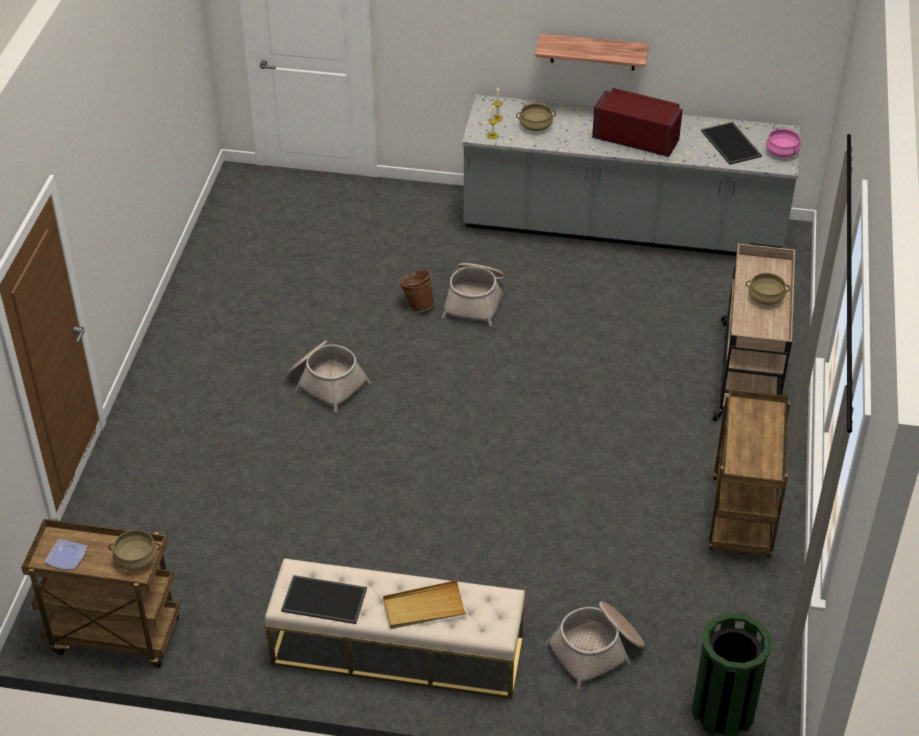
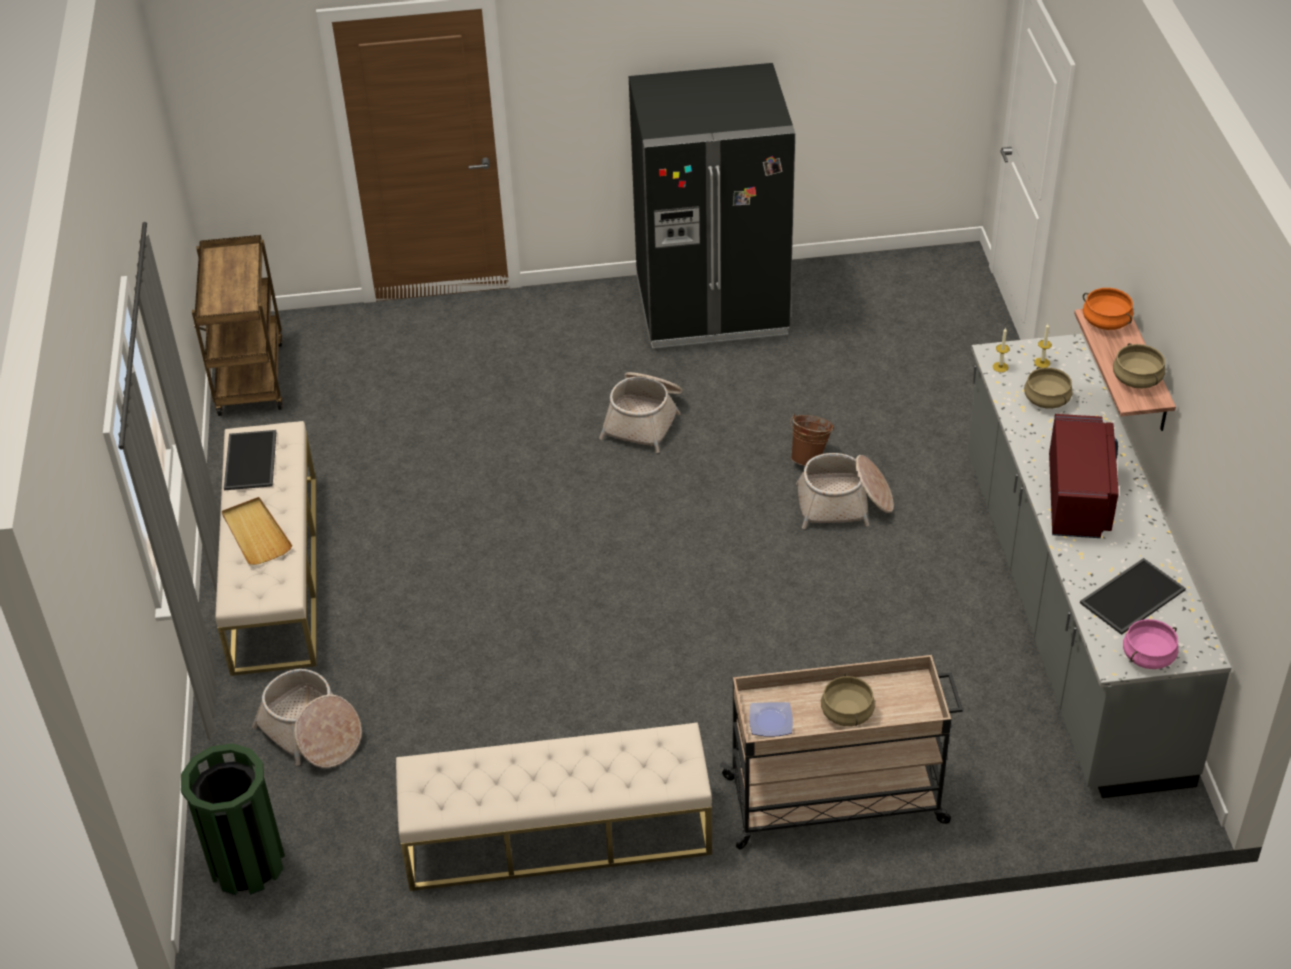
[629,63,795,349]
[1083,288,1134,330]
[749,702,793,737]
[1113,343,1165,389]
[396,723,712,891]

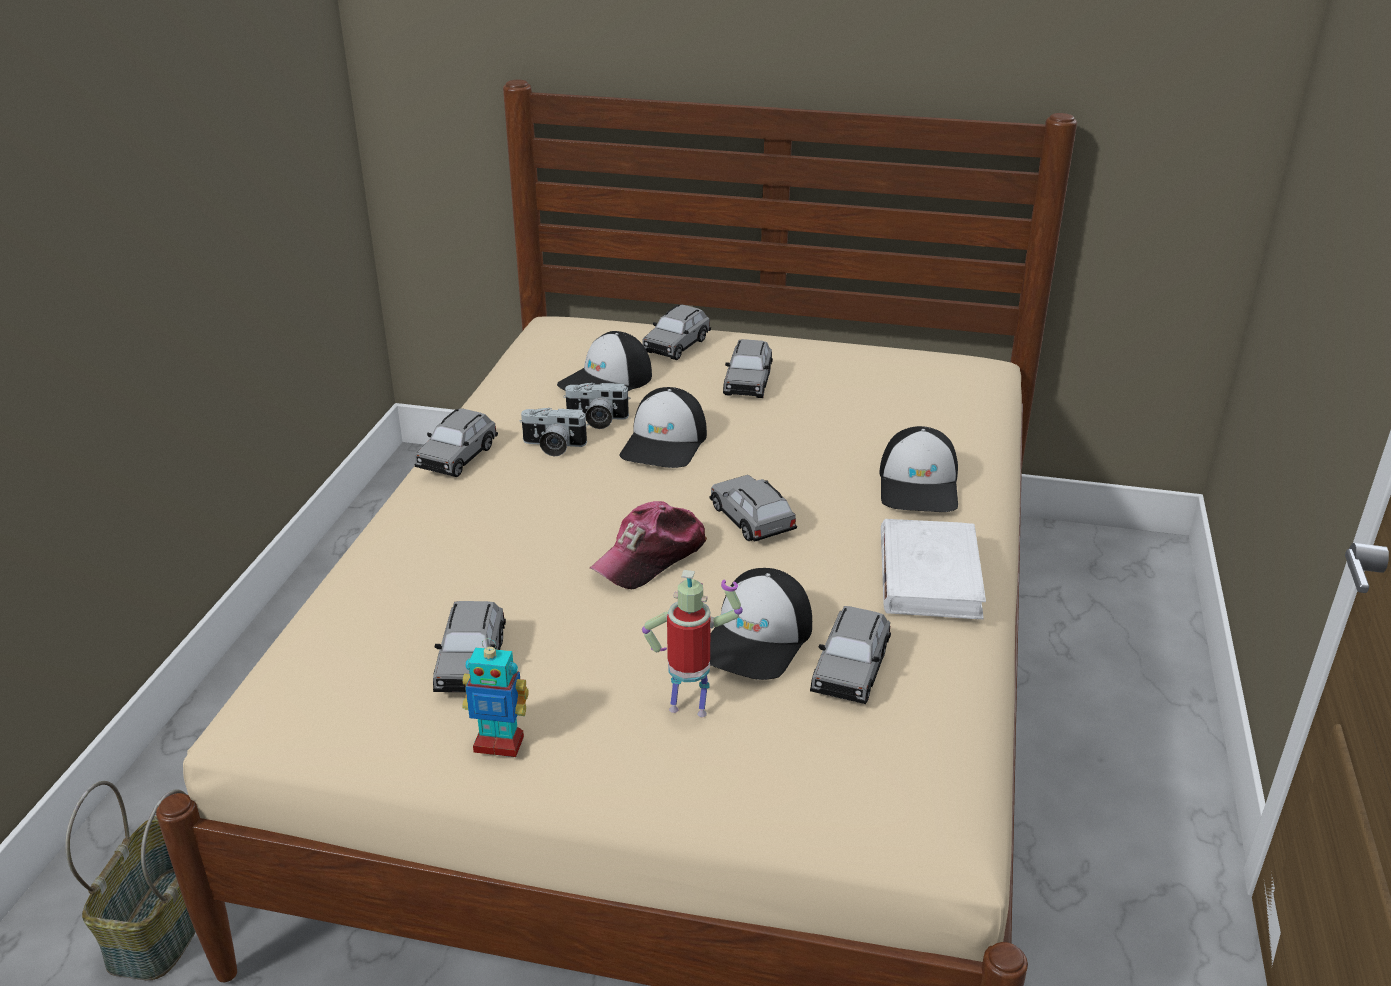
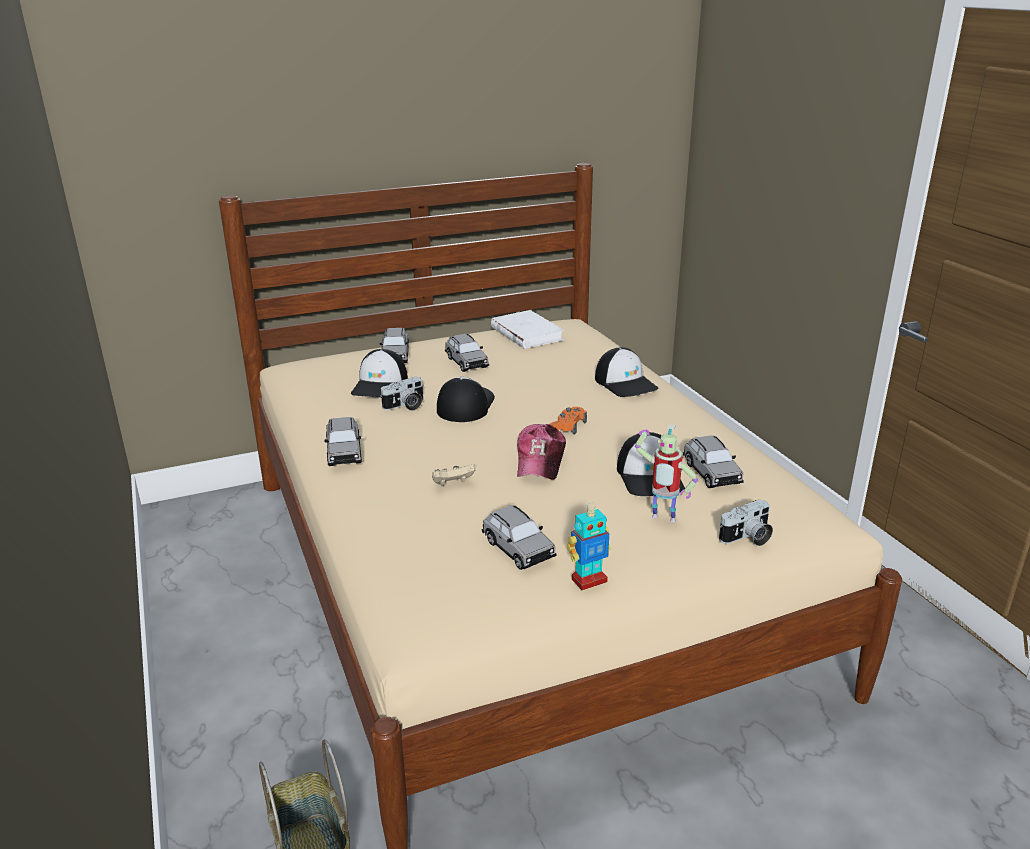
[432,464,476,486]
[719,499,773,546]
[491,310,564,349]
[550,407,587,435]
[437,377,495,422]
[635,424,698,522]

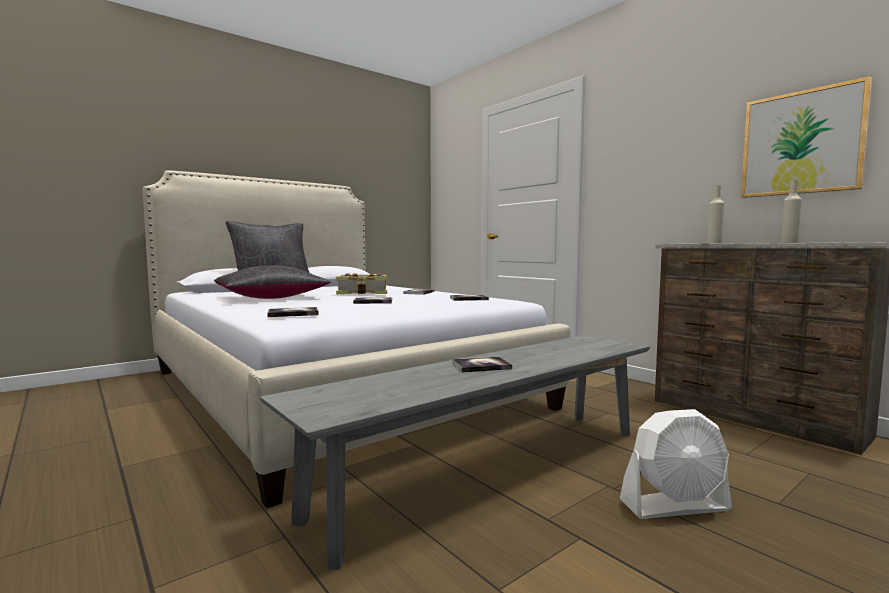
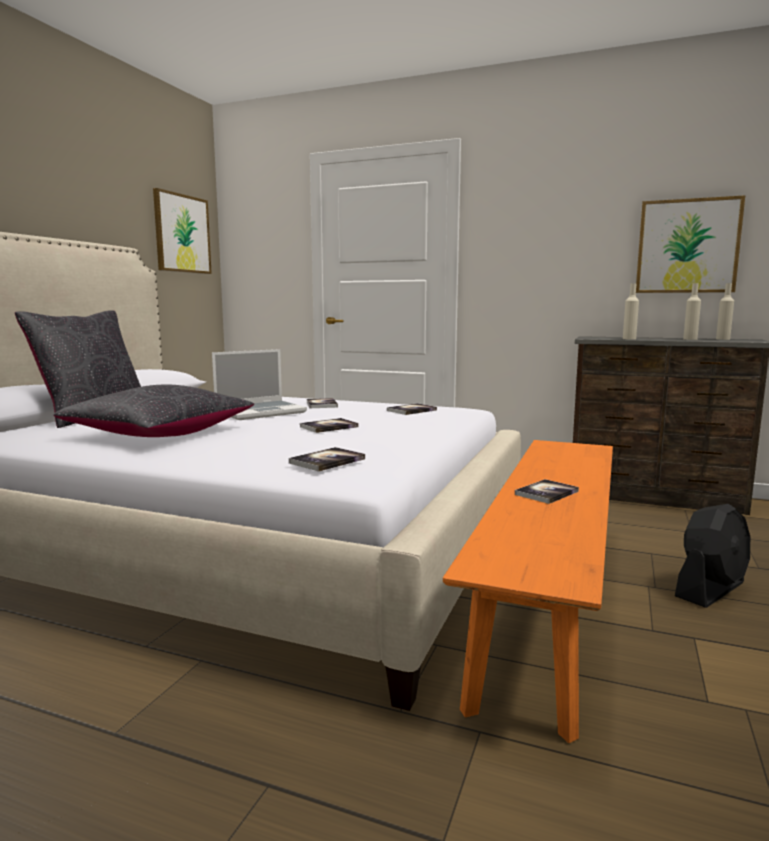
[153,188,212,274]
[716,283,734,340]
[212,349,307,420]
[443,440,613,743]
[675,504,750,608]

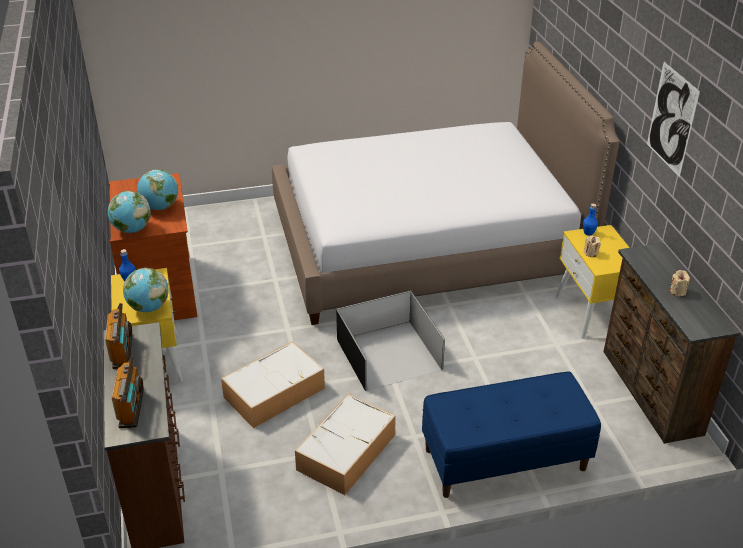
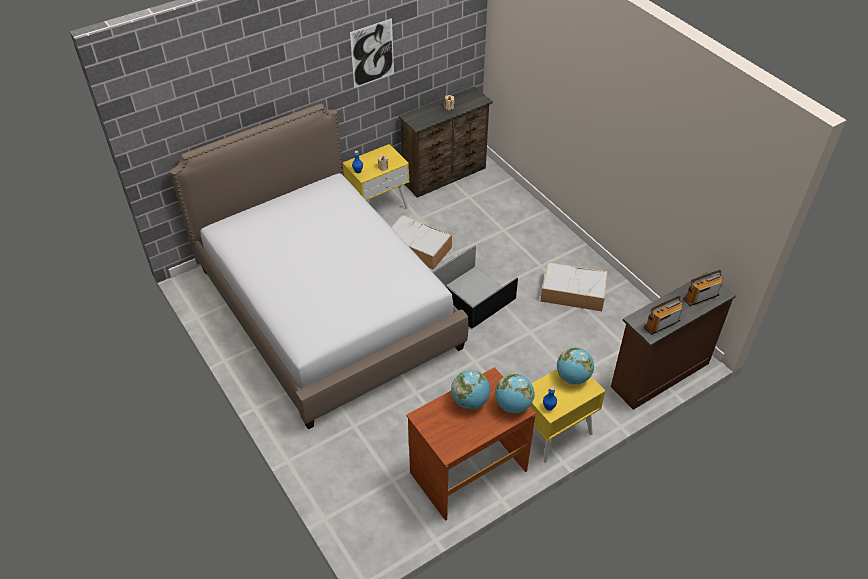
[422,372,601,498] (first image)
[391,215,452,270]

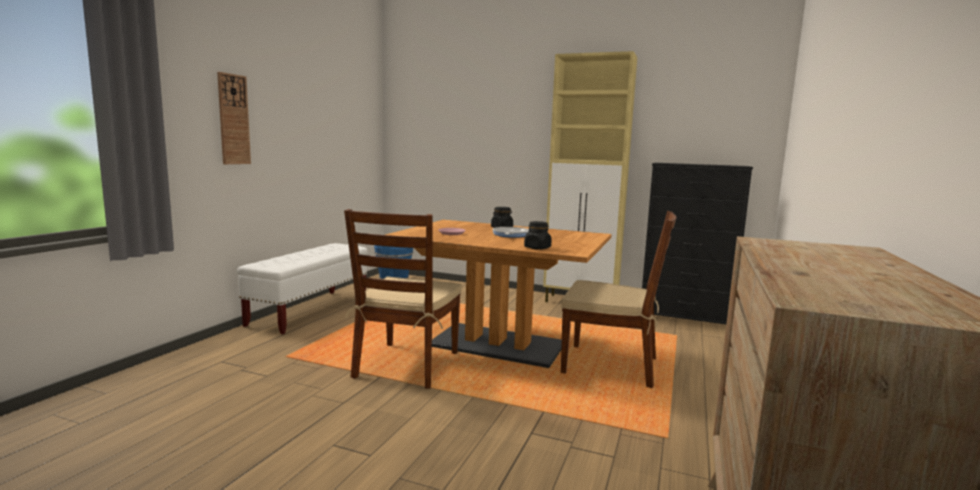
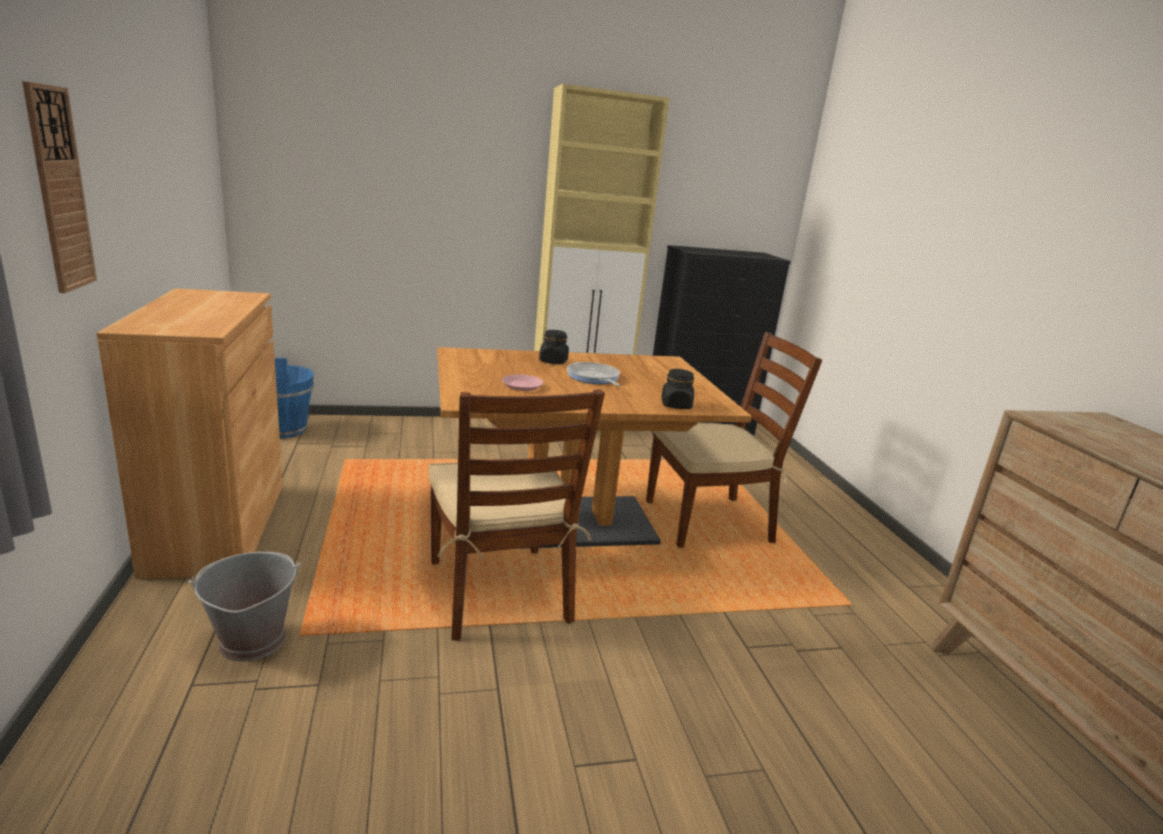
[188,552,301,662]
[96,288,283,579]

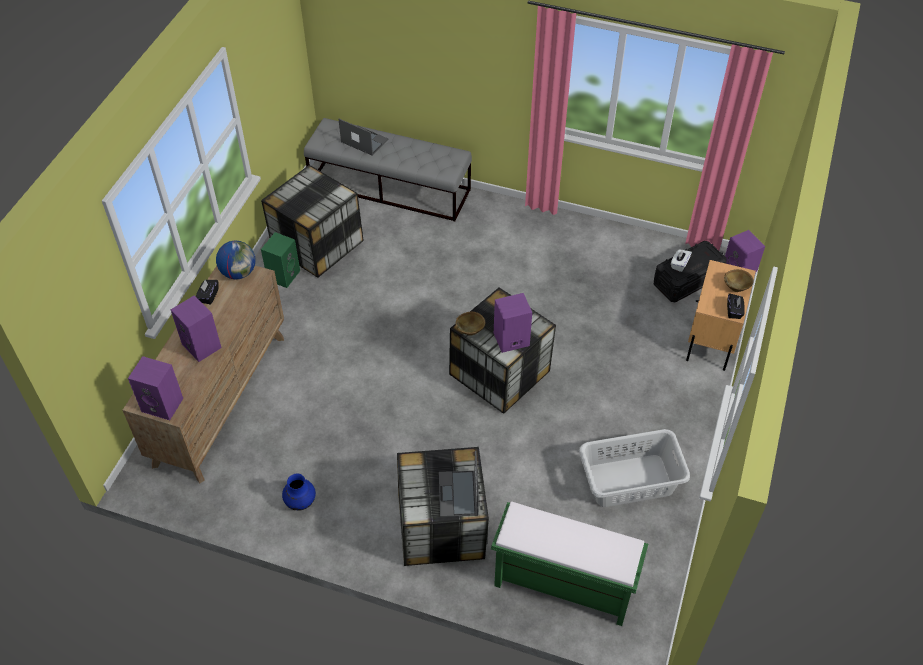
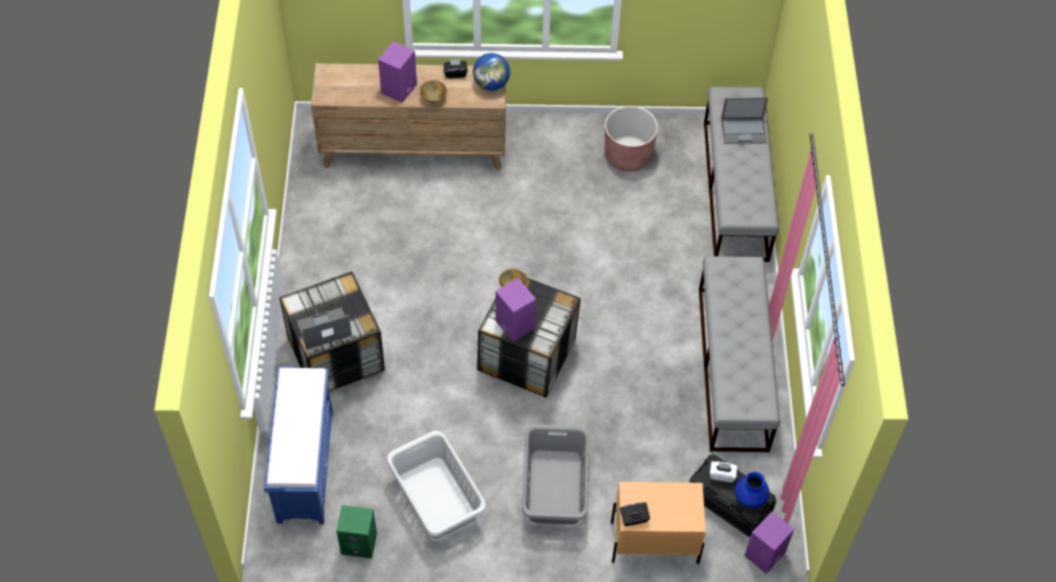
[128,356,183,420] (first image)
[522,424,589,525]
[699,256,780,452]
[336,505,377,559]
[734,472,769,508]
[420,80,447,103]
[605,106,658,172]
[264,366,333,524]
[721,97,768,144]

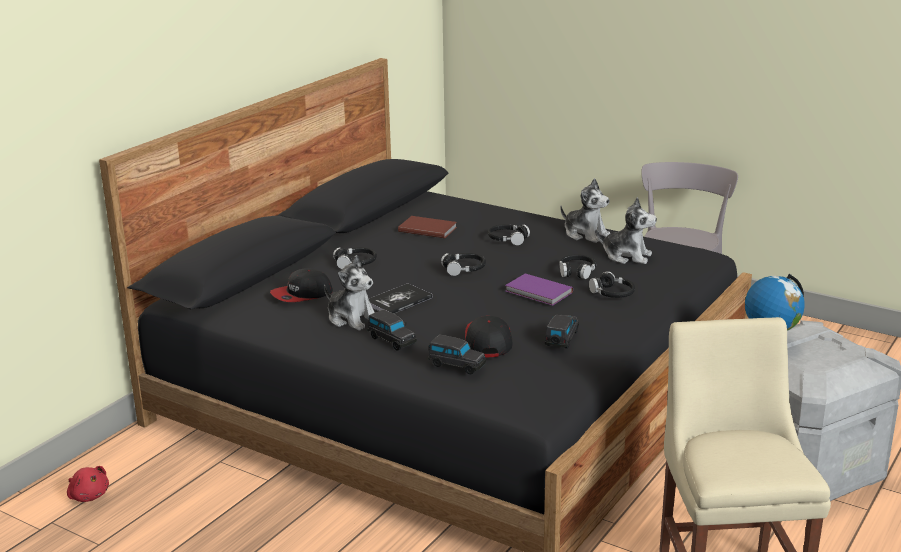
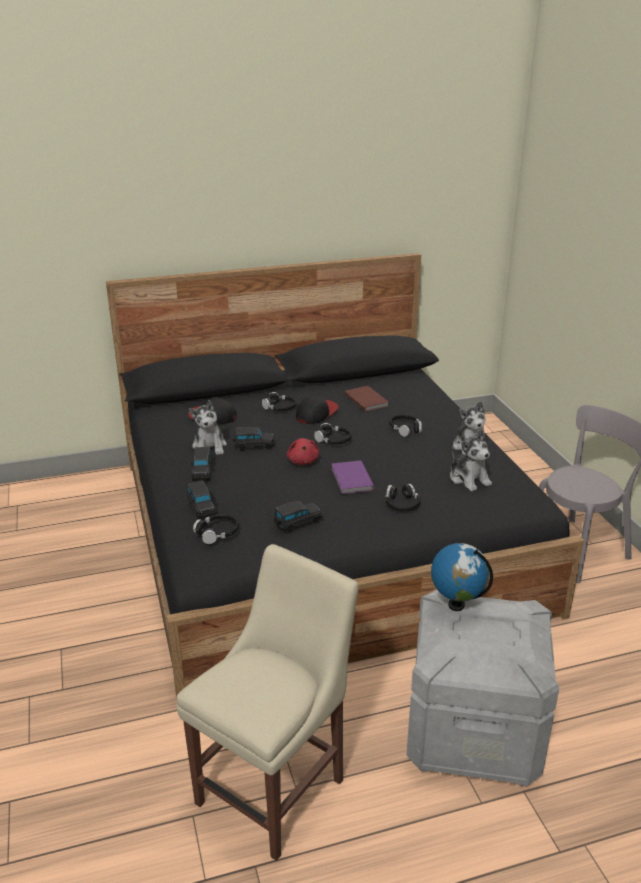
[287,438,319,465]
[296,396,339,424]
[193,514,239,544]
[232,427,275,450]

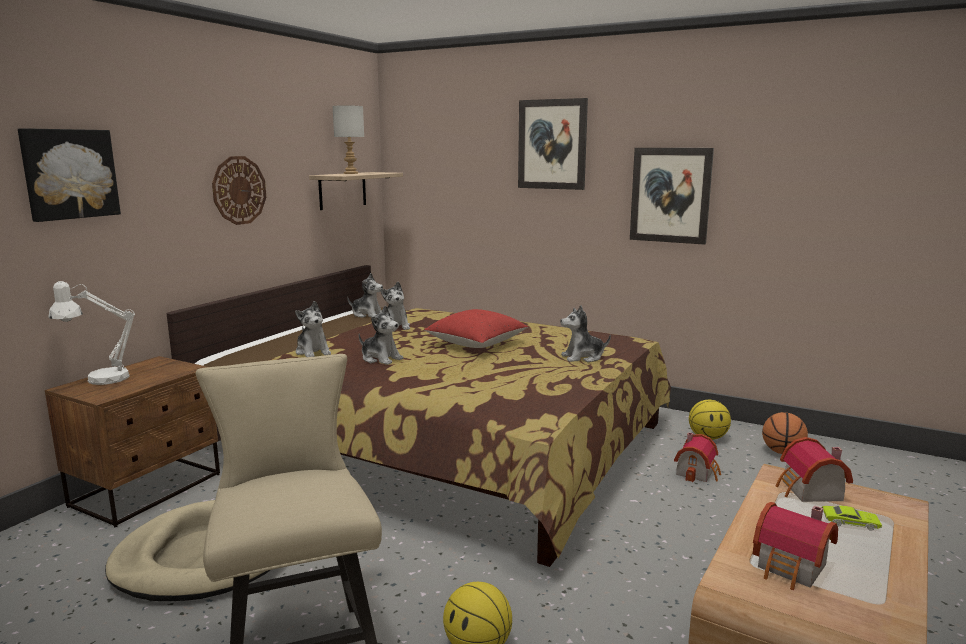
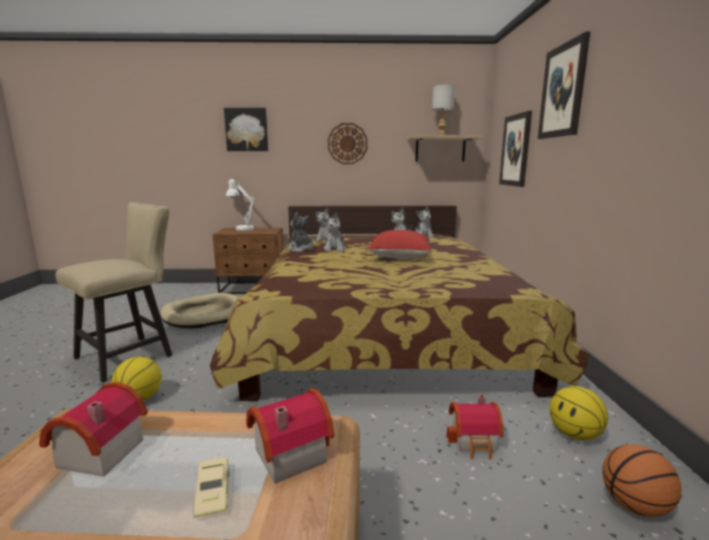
[287,212,314,252]
[499,111,532,187]
[193,457,230,518]

